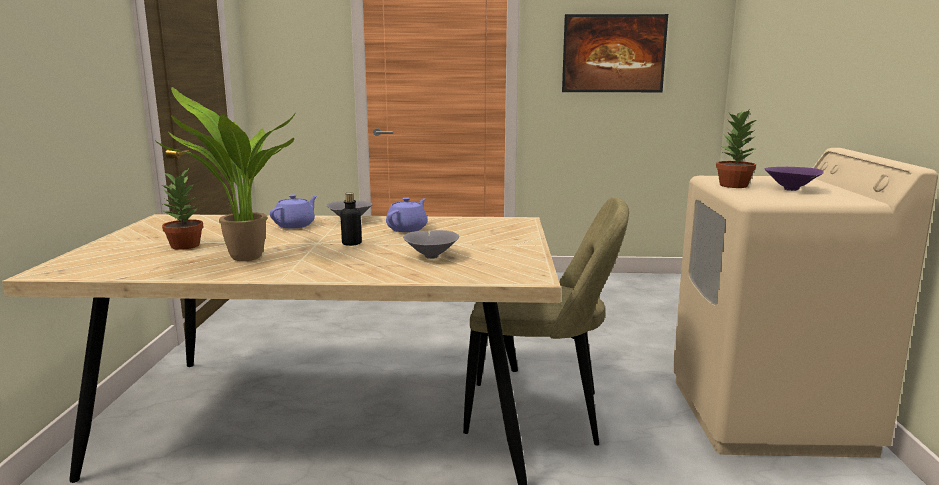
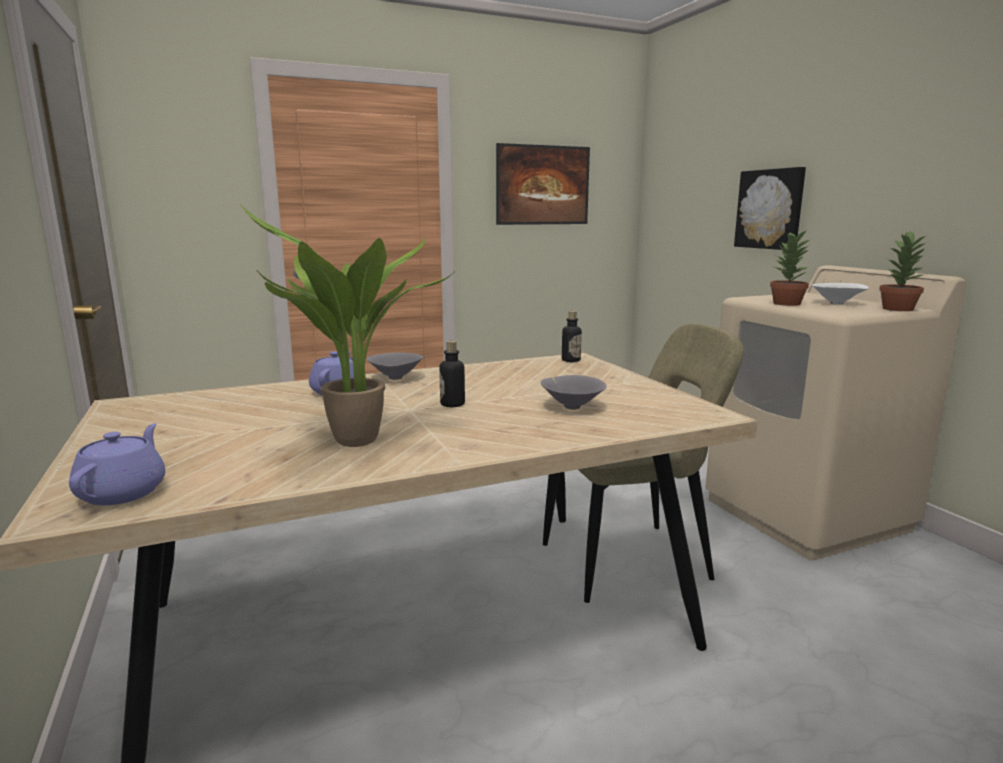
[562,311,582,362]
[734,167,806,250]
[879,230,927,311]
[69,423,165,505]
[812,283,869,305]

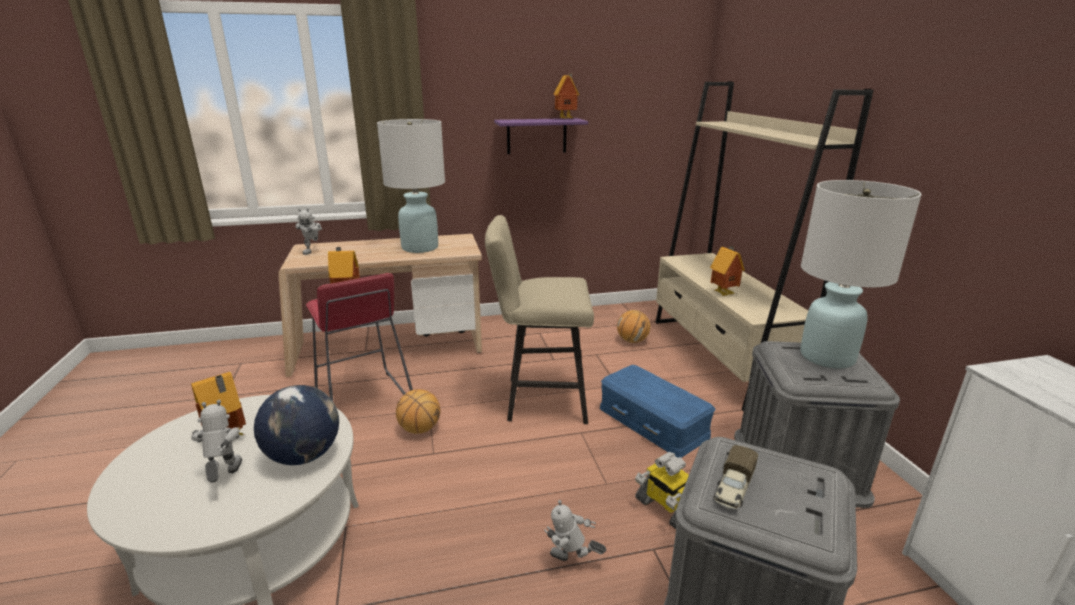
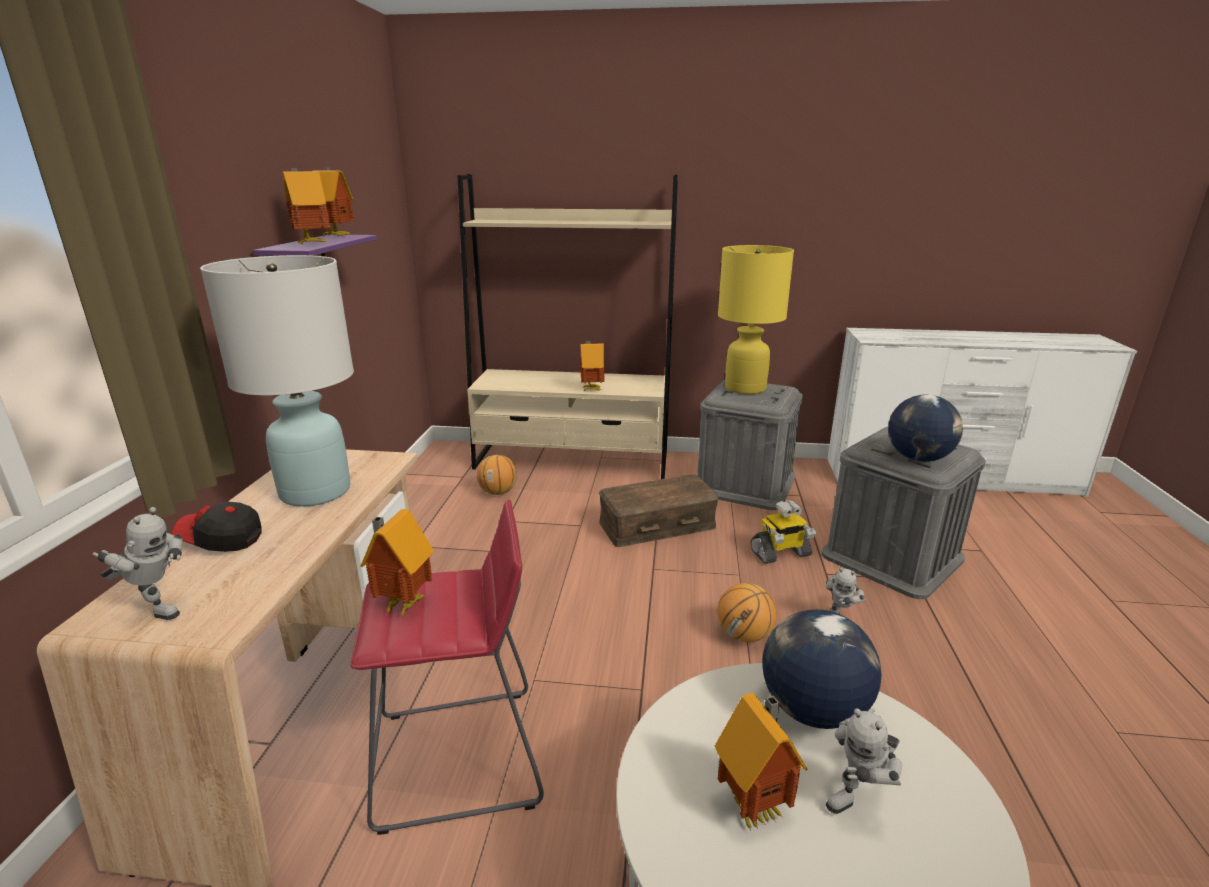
[485,215,594,424] (first image)
[172,501,262,552]
[282,168,330,245]
[718,583,777,642]
[888,395,963,462]
[599,474,719,547]
[718,245,794,394]
[826,708,902,814]

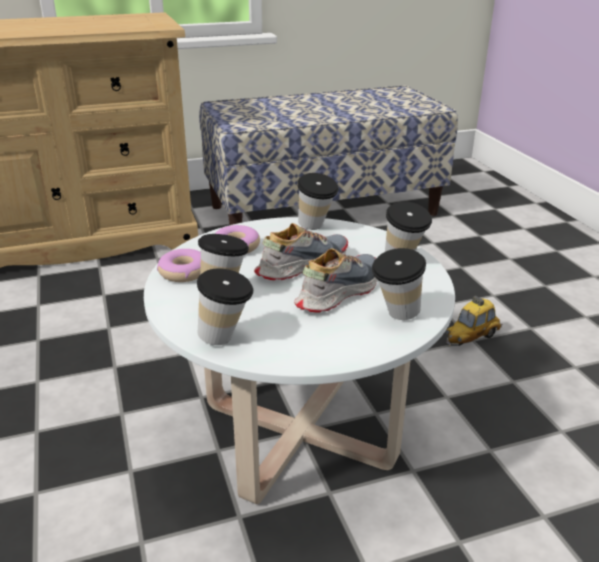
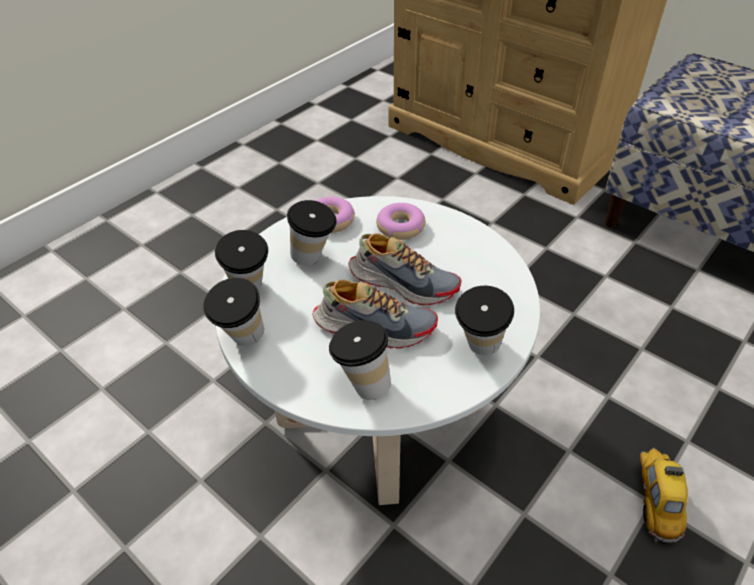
[203,278,264,346]
[640,448,688,543]

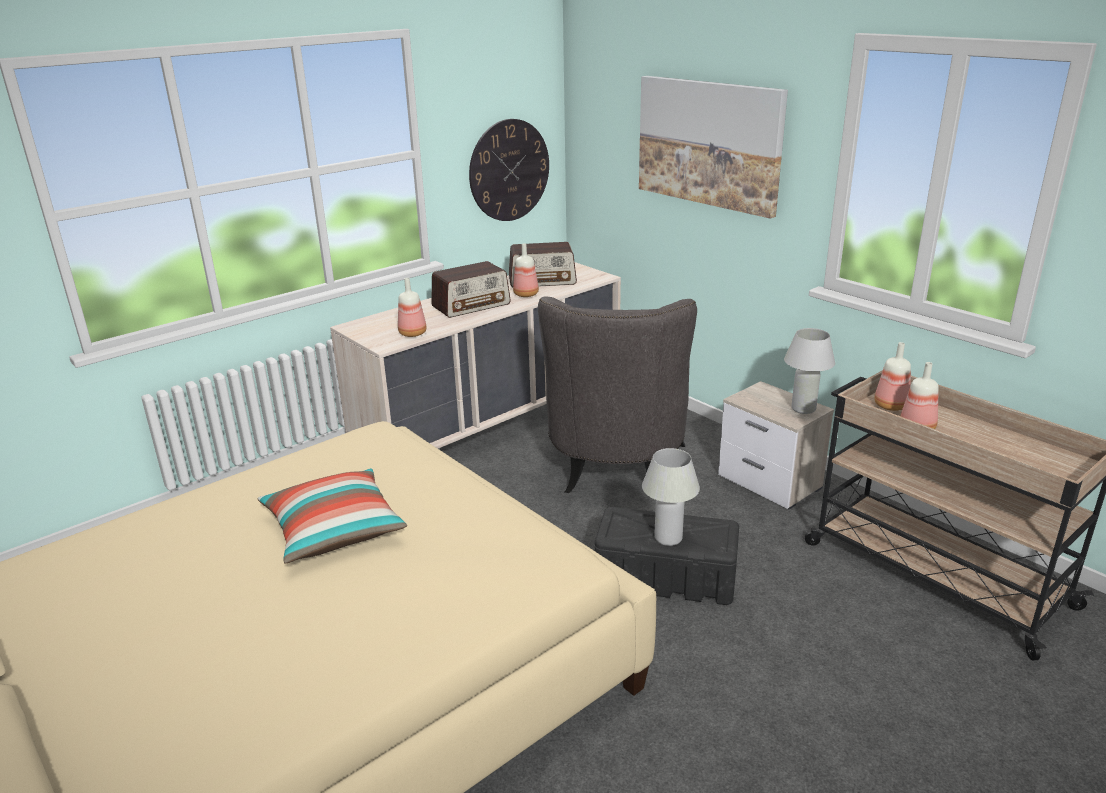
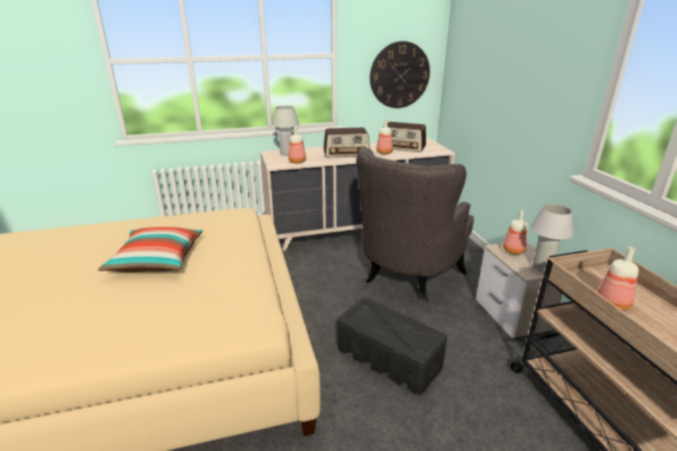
[639,76,788,218] (first image)
[271,106,299,156]
[503,210,528,254]

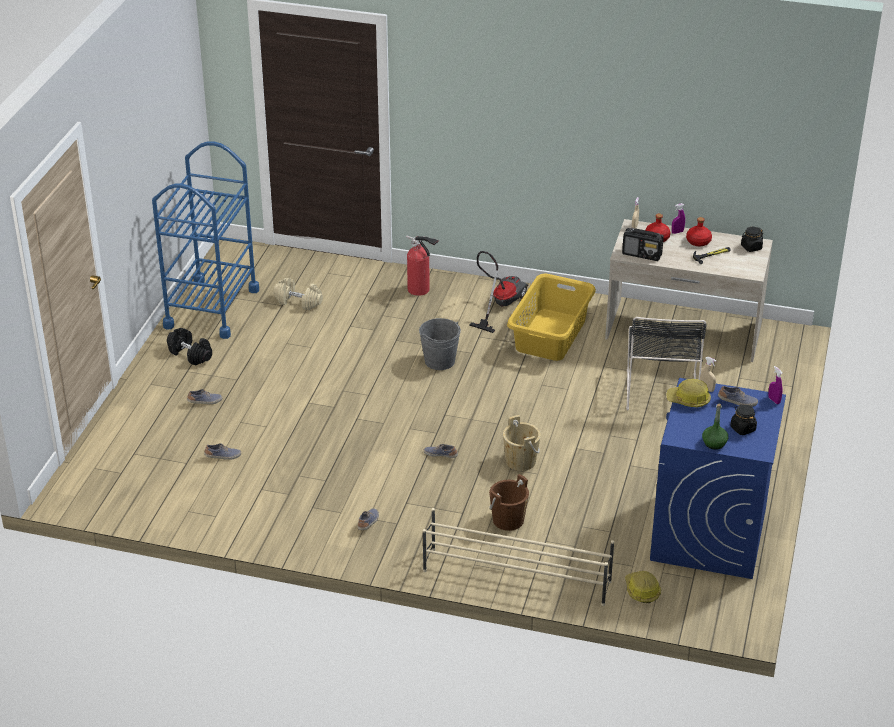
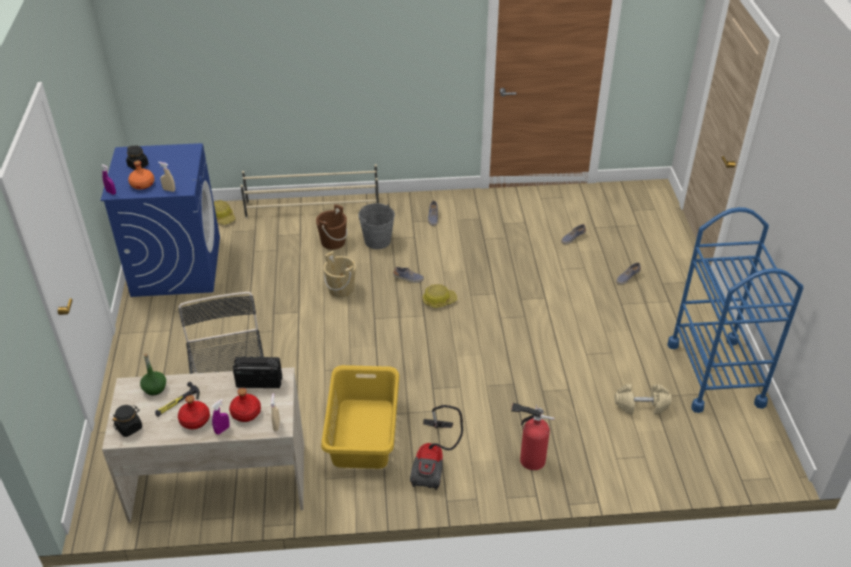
[167,328,212,366] (first image)
[358,203,395,249]
[422,284,457,308]
[140,354,166,395]
[128,161,154,190]

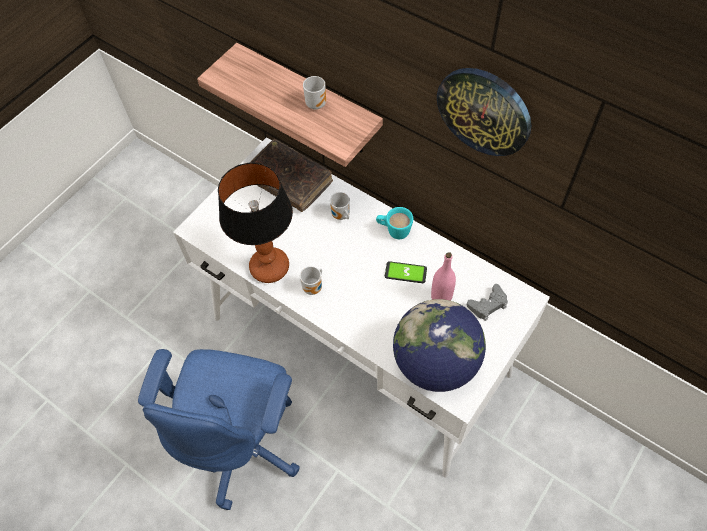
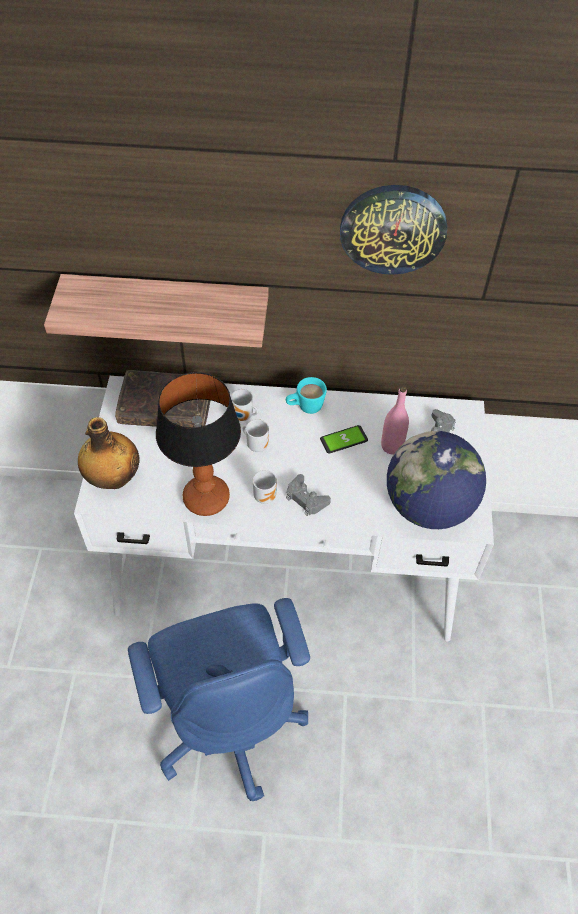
[78,417,140,489]
[286,474,331,516]
[243,419,269,452]

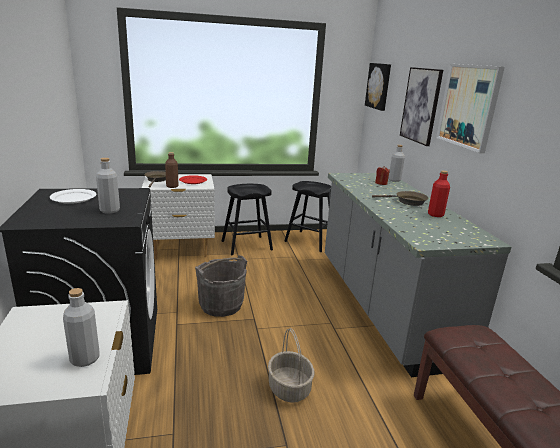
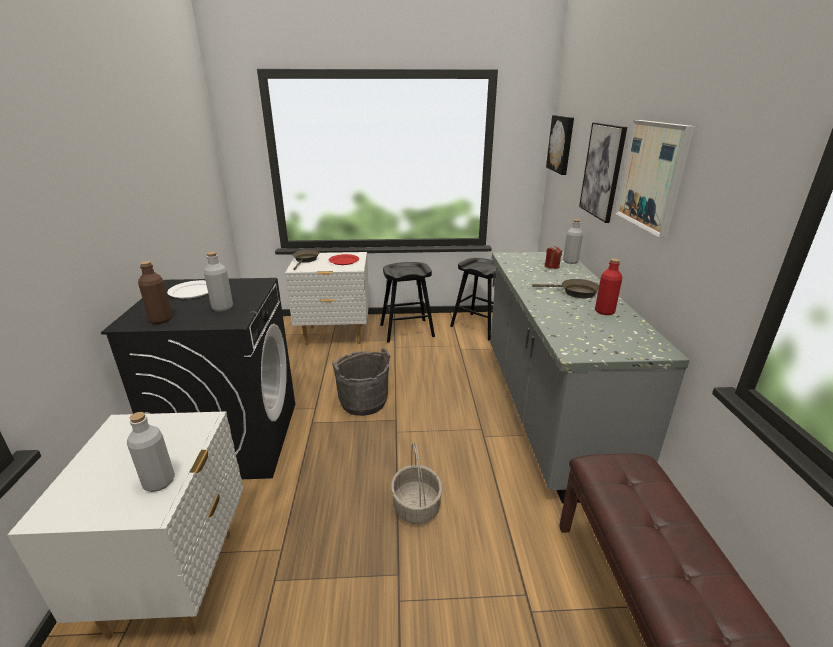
[138,261,172,324]

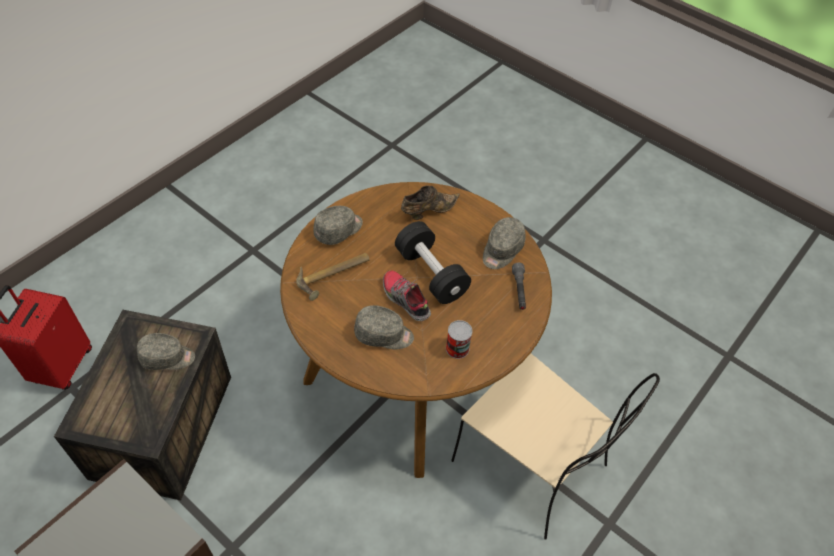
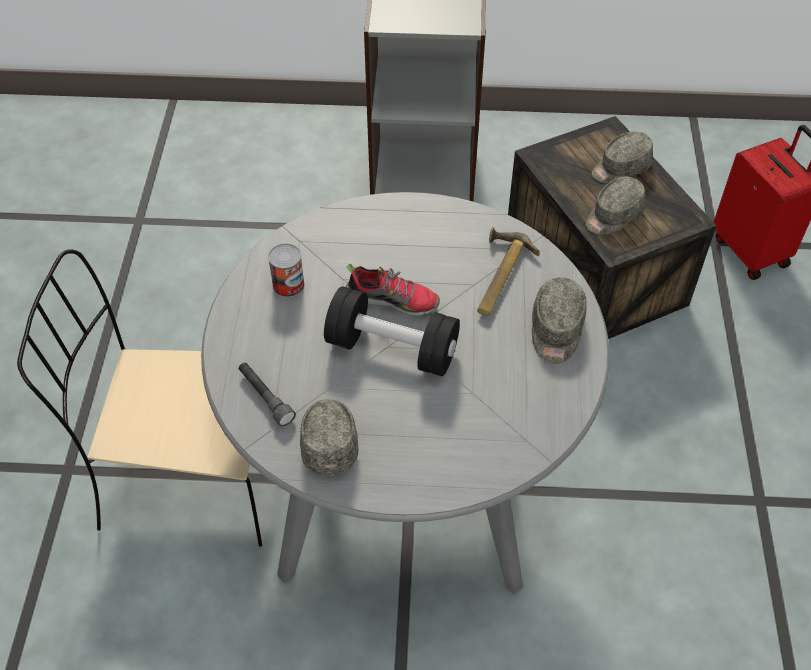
[401,186,460,220] (first image)
[592,131,653,183]
[201,192,610,594]

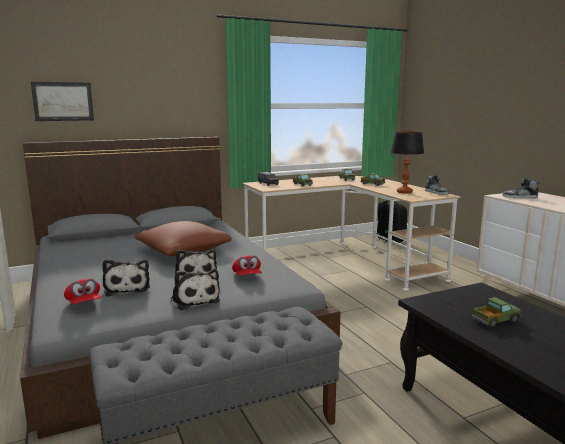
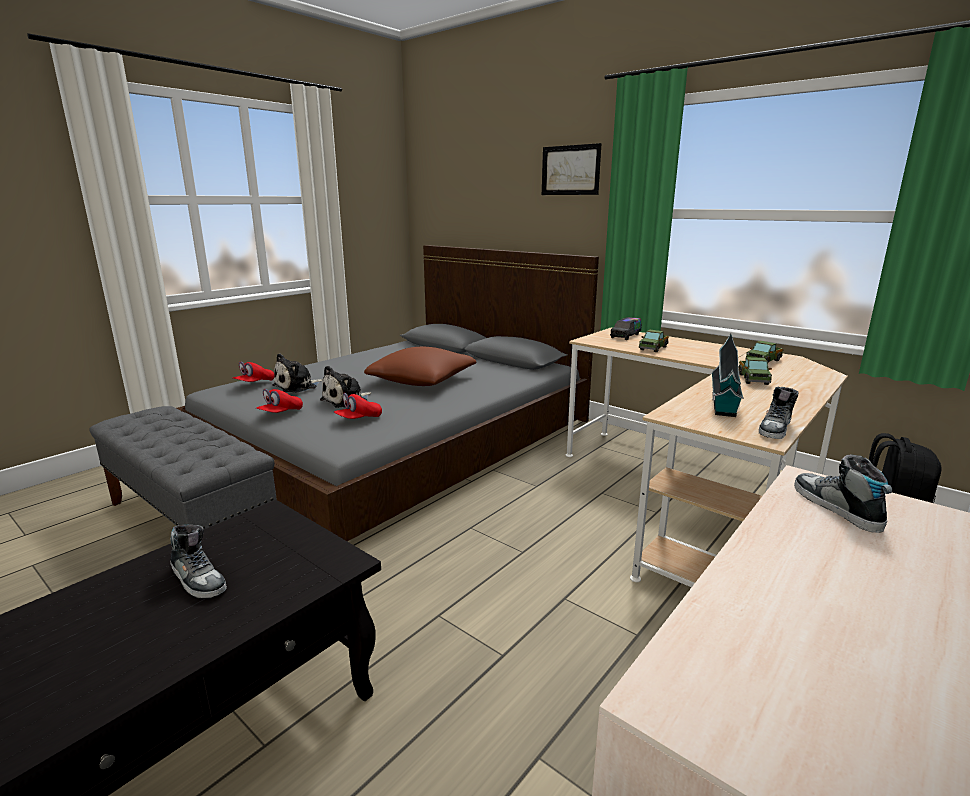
[542,143,602,195]
[256,389,303,413]
[712,333,744,417]
[170,525,227,598]

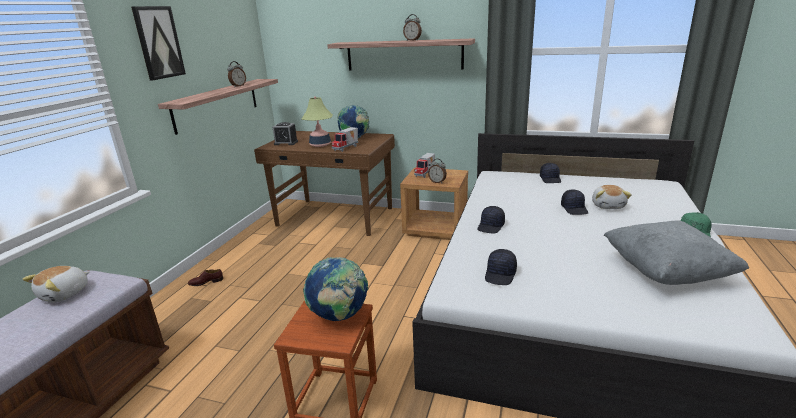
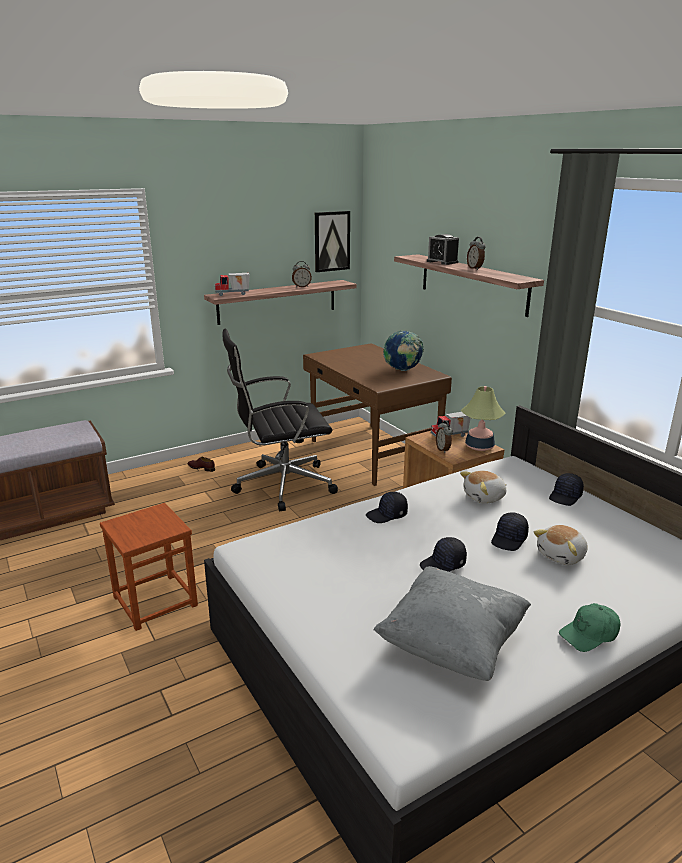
[303,257,369,321] (first image)
[223,329,338,511]
[460,471,507,504]
[315,211,350,272]
[427,234,459,265]
[460,386,506,451]
[215,273,250,296]
[420,537,467,572]

